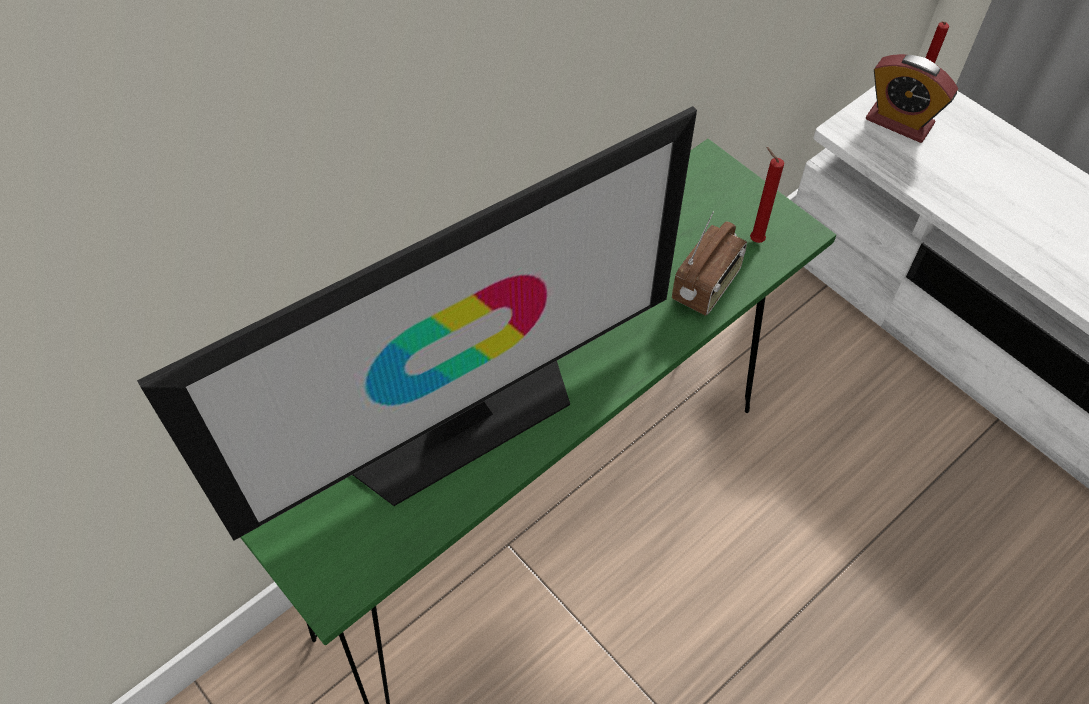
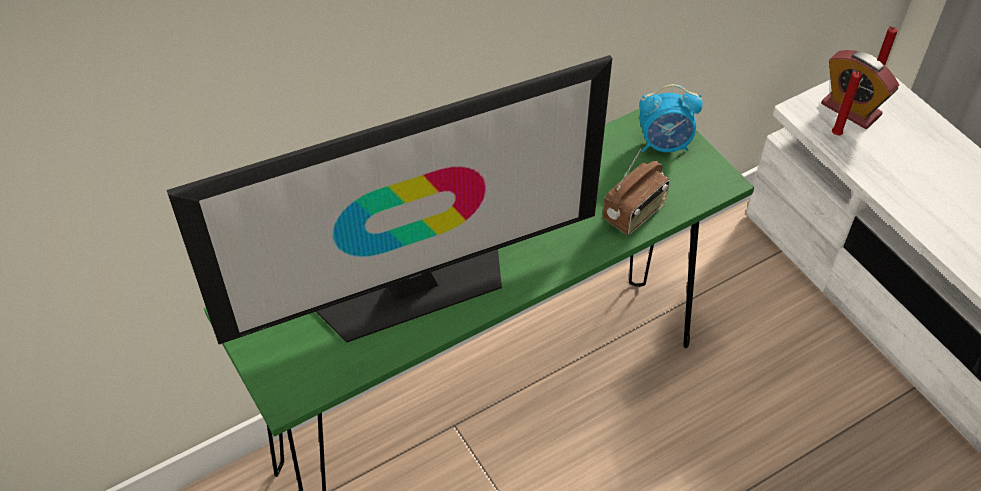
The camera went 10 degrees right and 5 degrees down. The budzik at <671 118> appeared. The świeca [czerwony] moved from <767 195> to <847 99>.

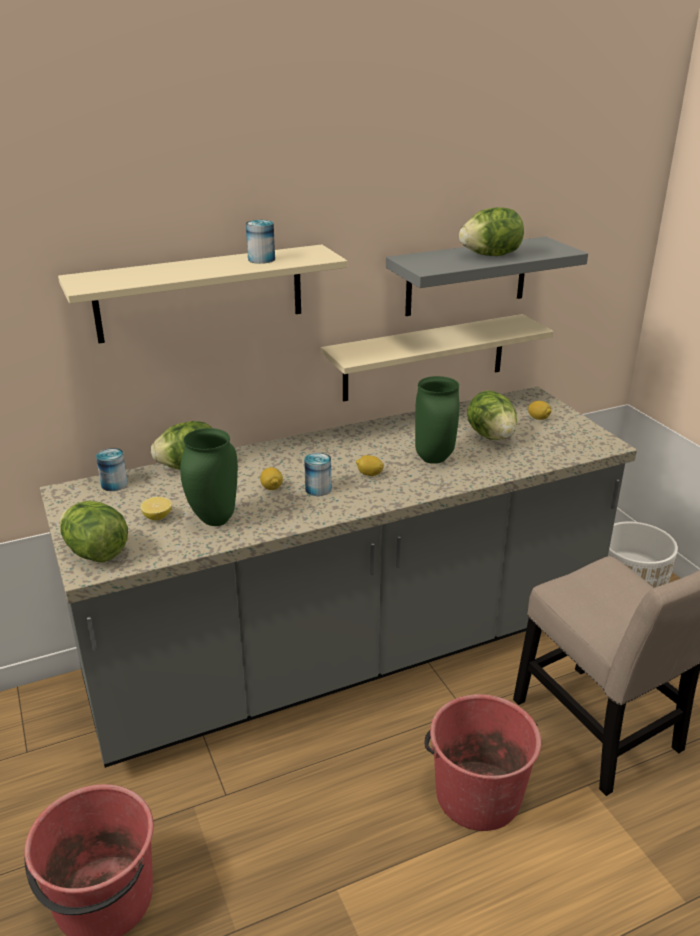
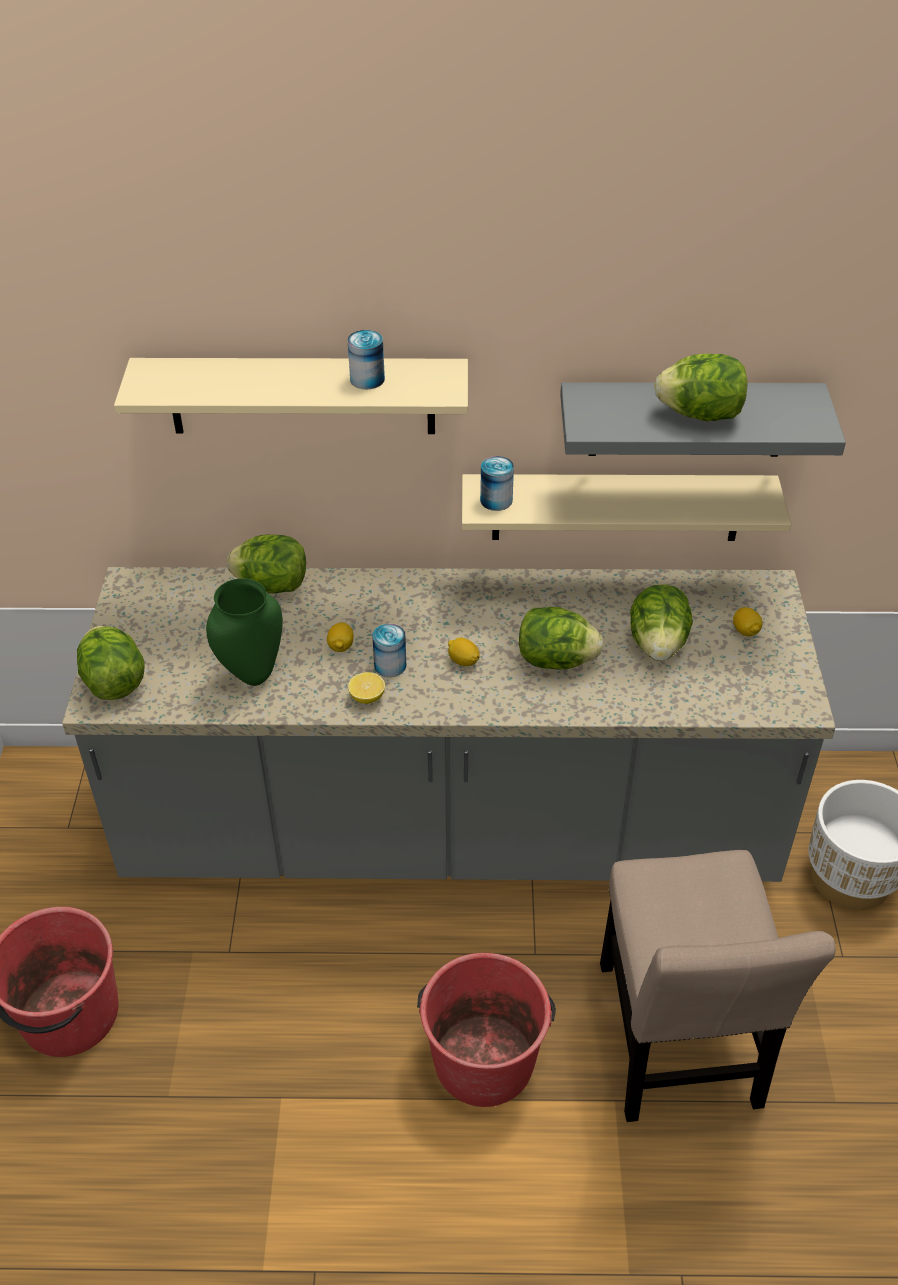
The camera went 25 degrees right and 15 degrees up. The cytryna moved from <156 508> to <366 688>. The puszka moved from <112 469> to <497 483>. The wazon [zielony] at <437 420> was replaced by the sałata at <561 638>.

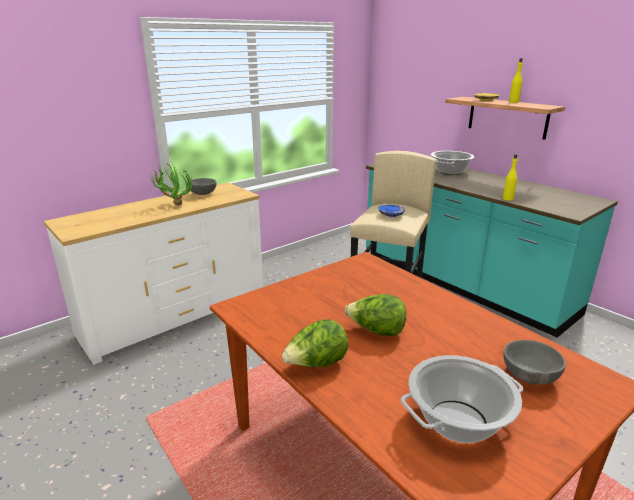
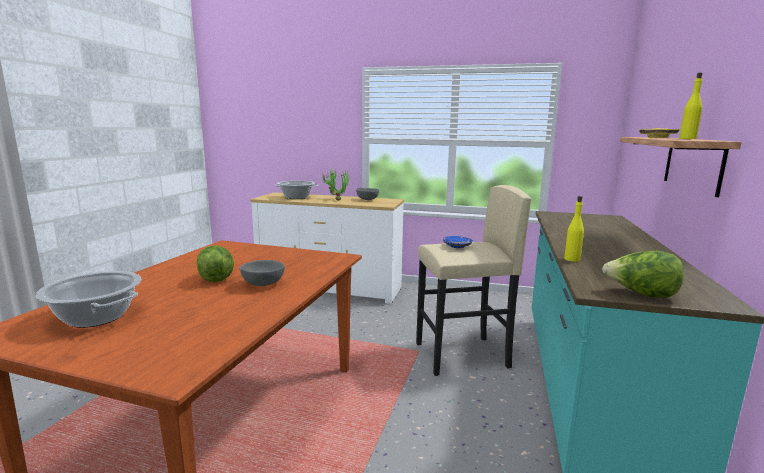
The camera went 55 degrees right and 10 degrees down. The miska [szary] moved from <535 362> to <262 273>. The garnek moved from <452 163> to <296 190>. The sałata moved from <315 343> to <643 274>.

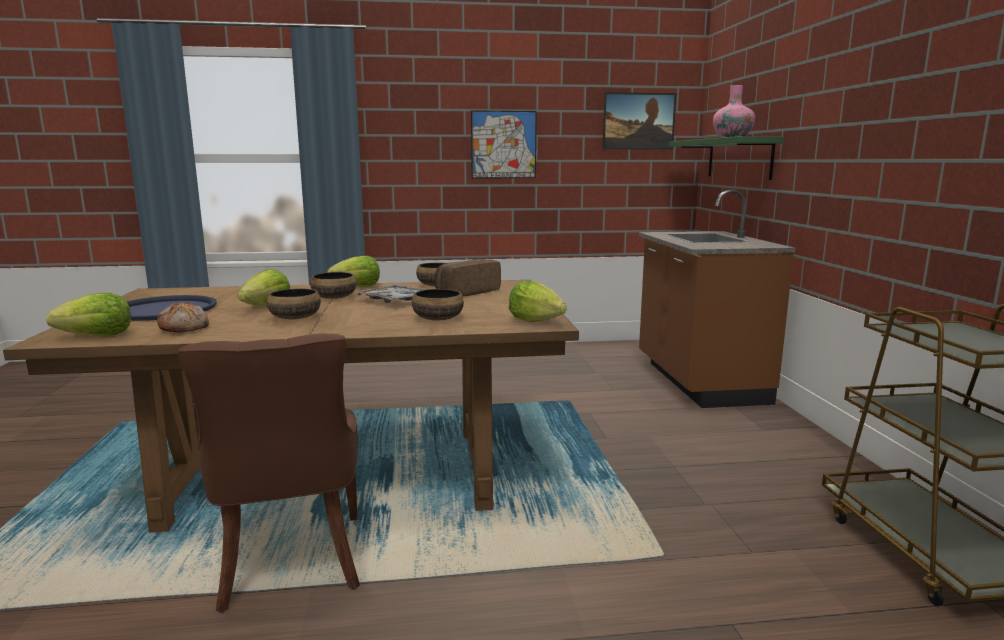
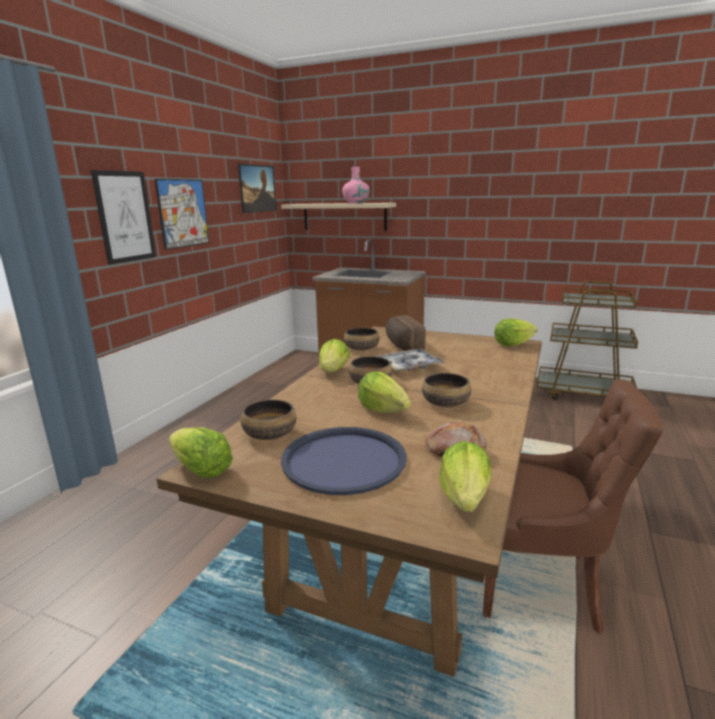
The camera went 60 degrees left and 5 degrees up. The obraz at <123 217> appeared. The sałata at <201 452> appeared. The miska moved from <438 304> to <269 419>. The półka [zielony] at <726 158> became the półka [beżowy] at <338 217>.

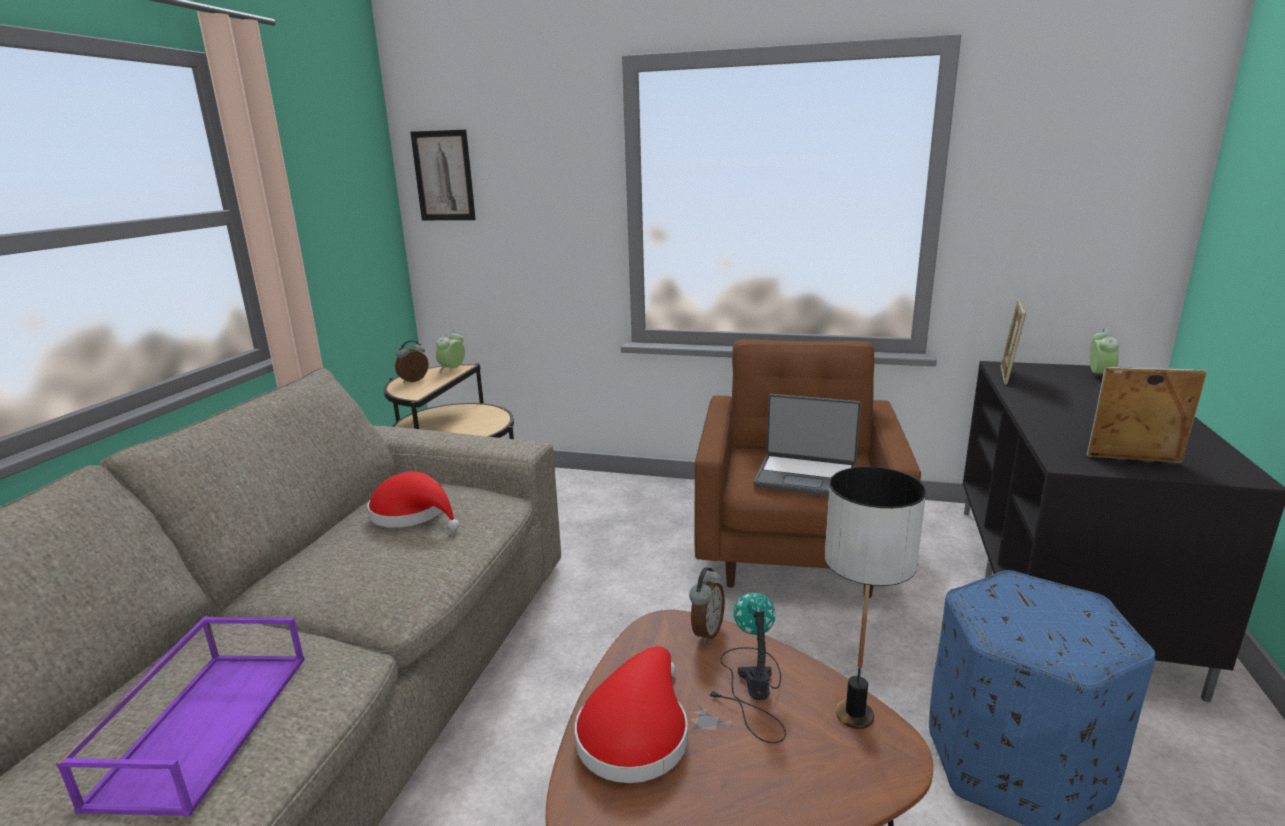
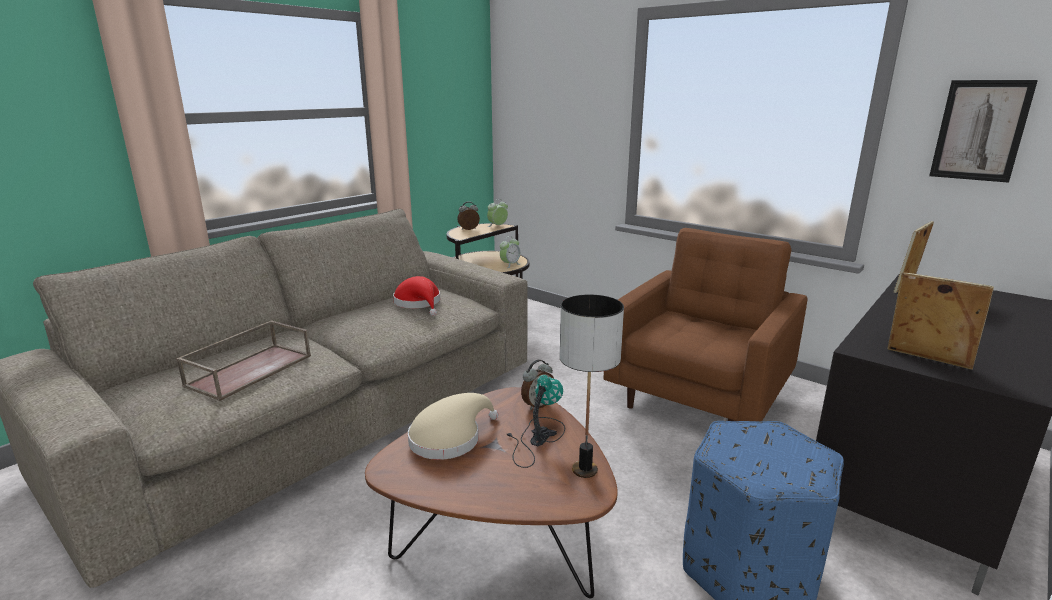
The camera went 25 degrees right and 0 degrees up. The taca [fioletowy] at <180 716> became the taca [brązowy] at <243 360>. The kapelusz [czerwony] at <631 714> became the kapelusz [beżowy] at <453 426>. The budzik moved from <1104 351> to <510 252>. The obraz moved from <443 175> to <983 131>. The laptop at <807 445> disappeared.

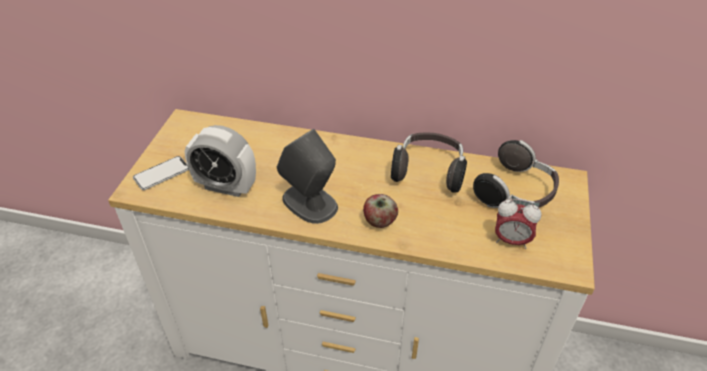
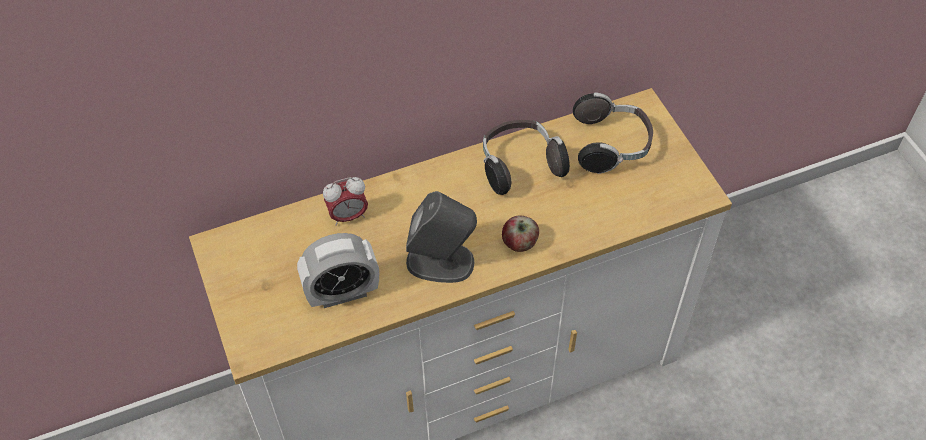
The camera went 35 degrees left and 10 degrees up. The budzik moved from <518 224> to <345 201>. The telefon at <161 173> disappeared.

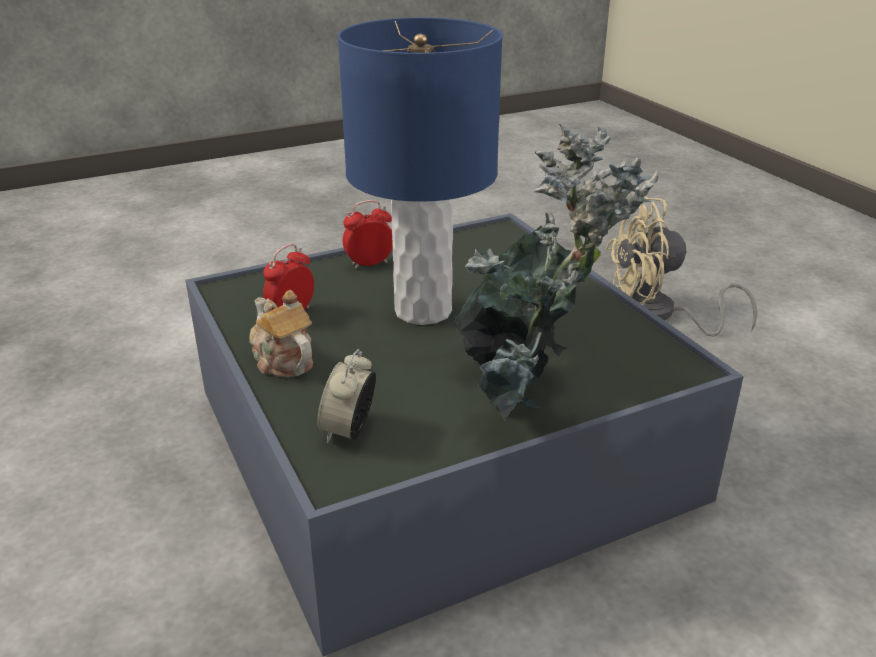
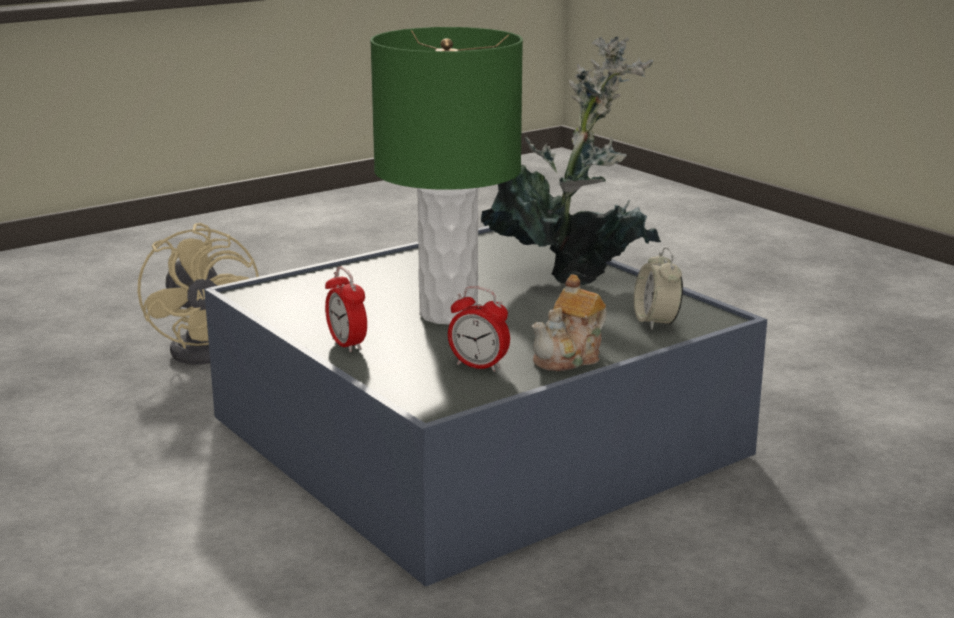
The camera went 100 degrees left and 10 degrees down. The lampa stołowa [niebieski] at <420 171> became the lampa stołowa [zielony] at <446 176>. The budzik at <346 396> turned 75 degrees clockwise.

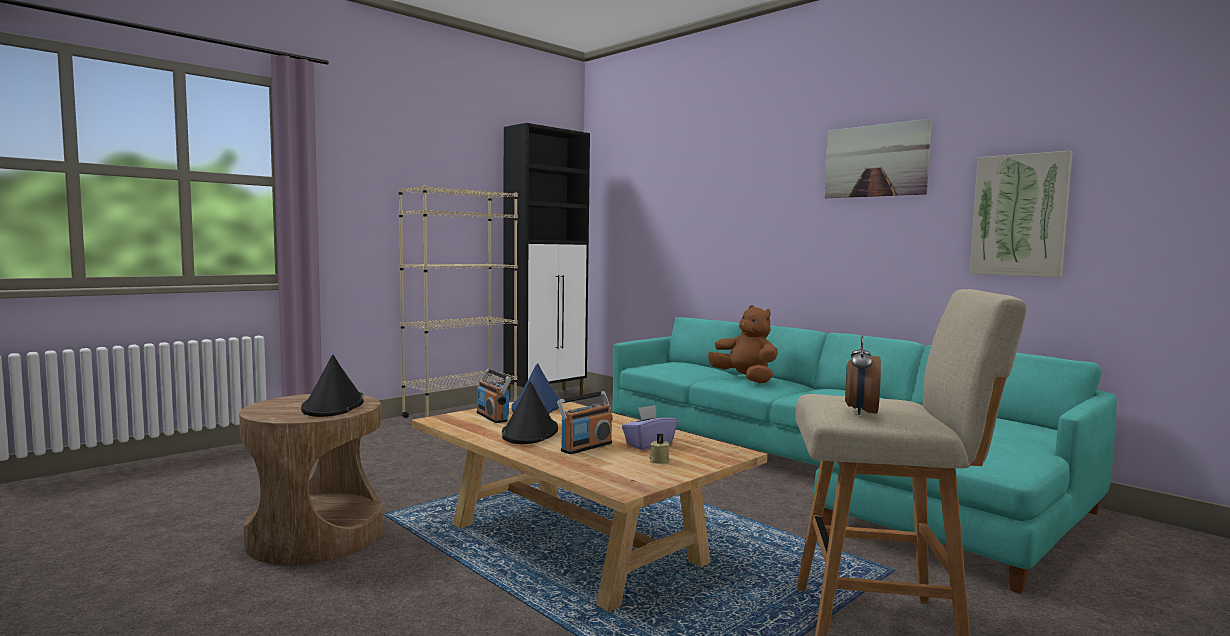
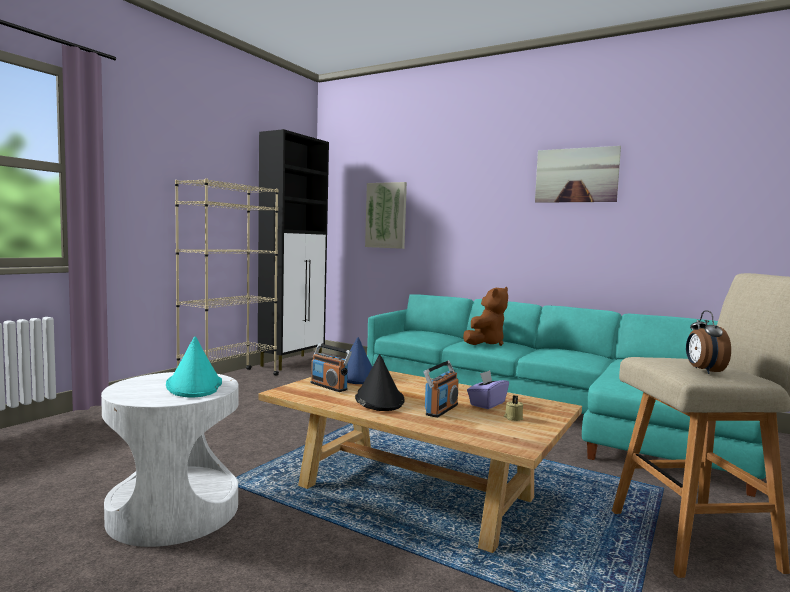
The camera went 15 degrees left and 0 degrees up. The stolik [brązowy] at <311 479> became the stolik [biały] at <170 459>. The kapelusz [czarny] at <332 386> became the kapelusz [turkusowy] at <194 367>. The obraz moved from <1021 214> to <386 215>. The pluszak [brązowy] at <743 344> turned 90 degrees clockwise.

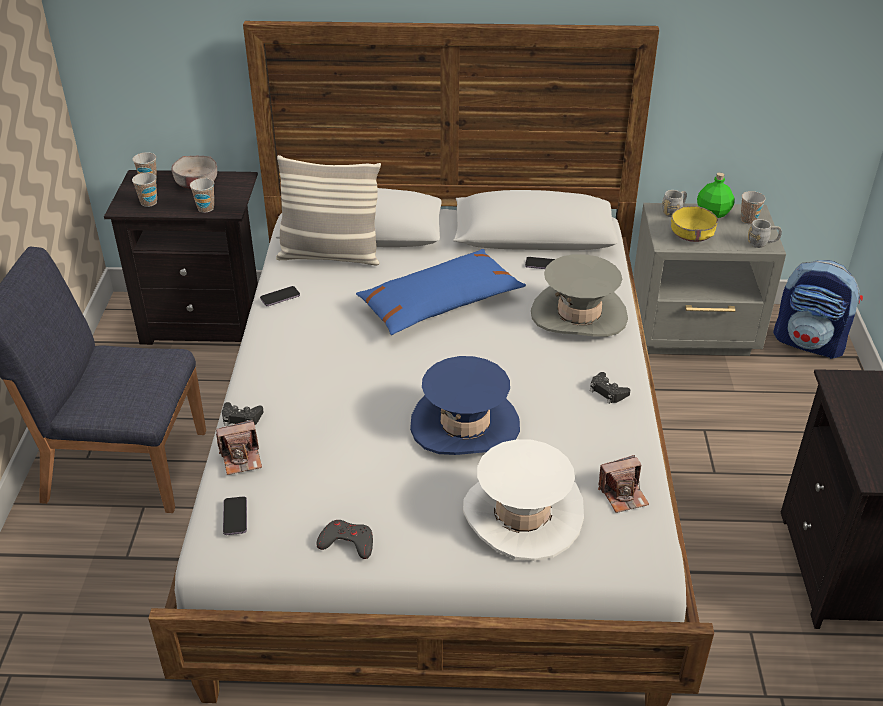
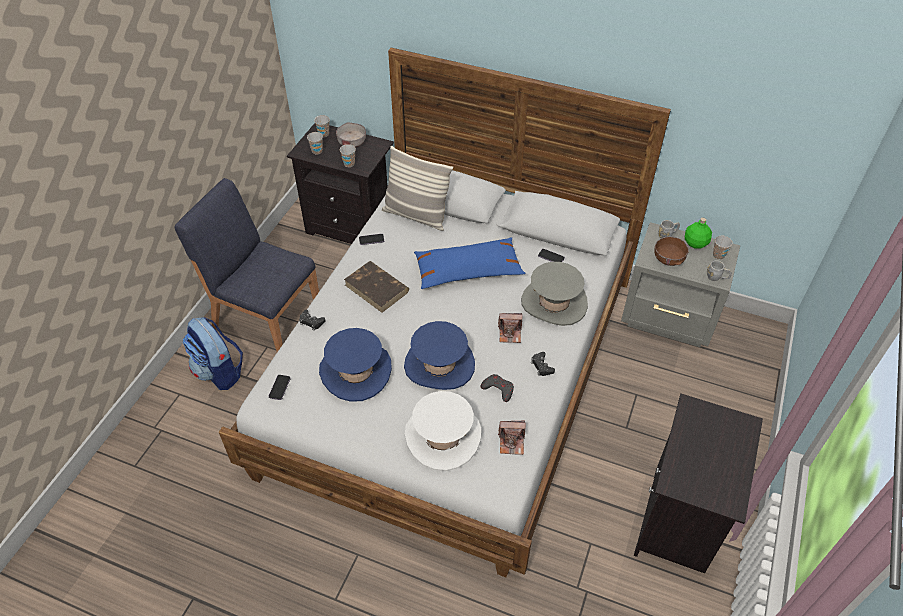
The camera went 20 degrees right and 10 degrees up. The plecak moved from <818 309> to <213 353>. The kapelusz [niebieski] at <355 365> appeared. The książka [brązowy] at <376 287> appeared. The pad do gier [szary] moved from <344 539> to <497 388>. The aparat fotograficzny moved from <239 447> to <510 328>. The miska [żółty] at <694 224> became the miska [brązowy] at <671 251>.

